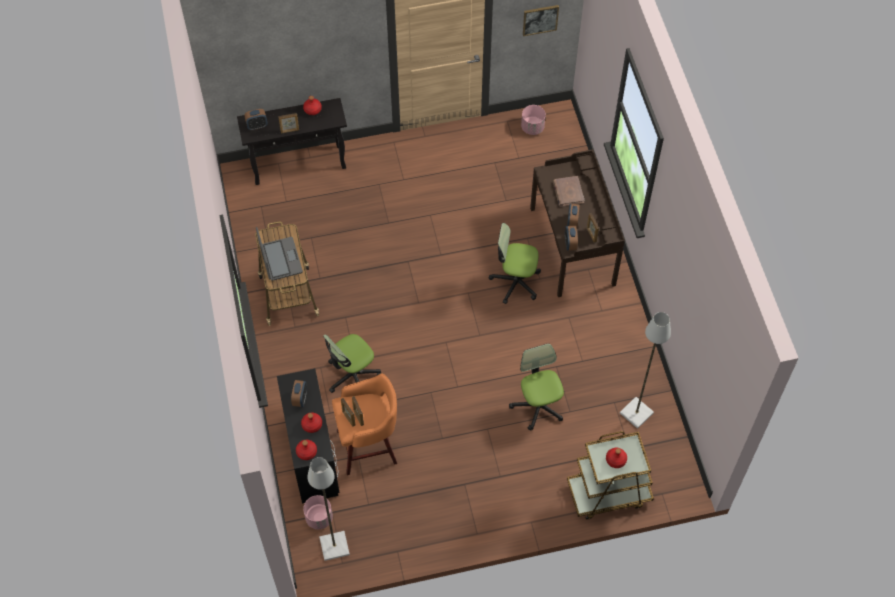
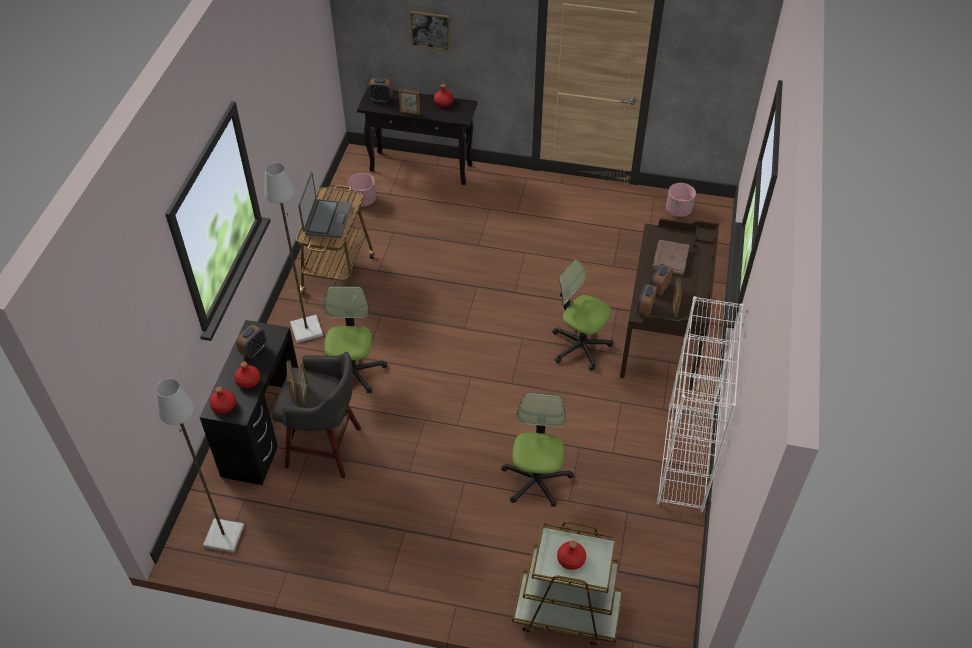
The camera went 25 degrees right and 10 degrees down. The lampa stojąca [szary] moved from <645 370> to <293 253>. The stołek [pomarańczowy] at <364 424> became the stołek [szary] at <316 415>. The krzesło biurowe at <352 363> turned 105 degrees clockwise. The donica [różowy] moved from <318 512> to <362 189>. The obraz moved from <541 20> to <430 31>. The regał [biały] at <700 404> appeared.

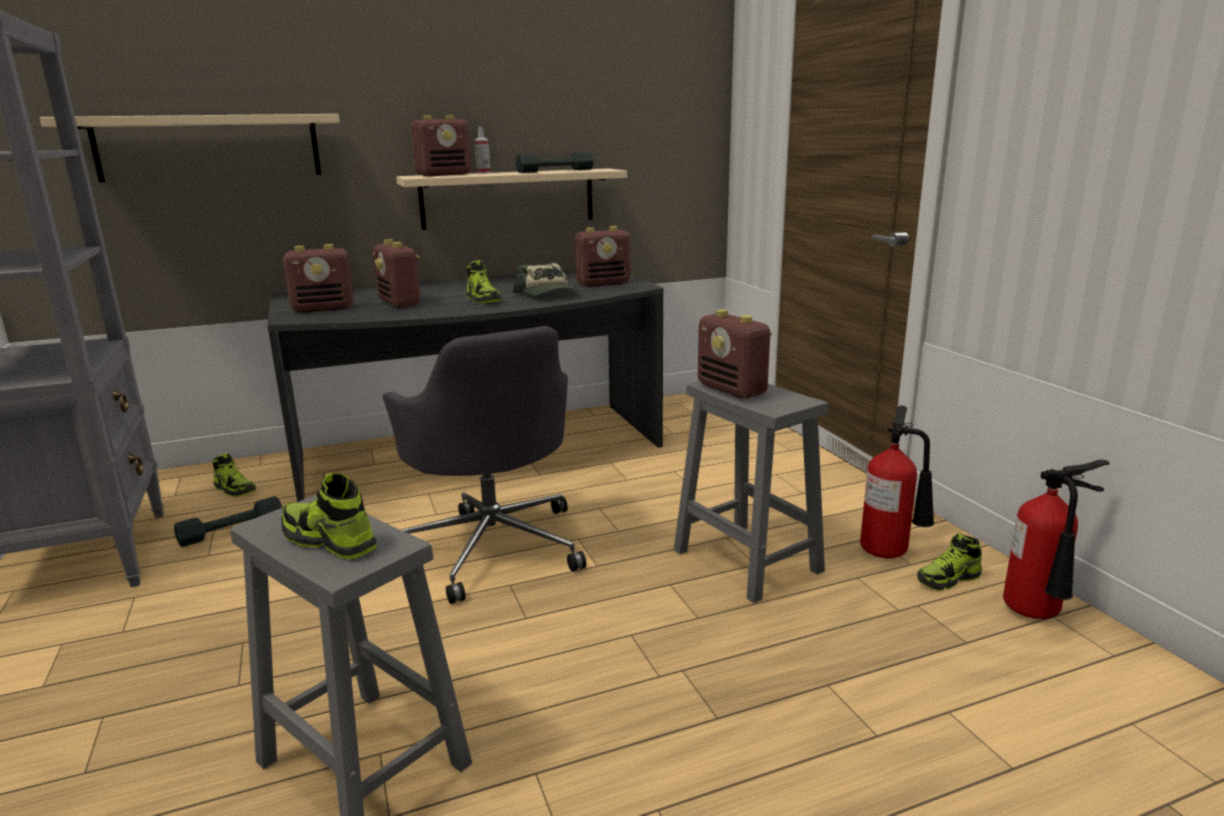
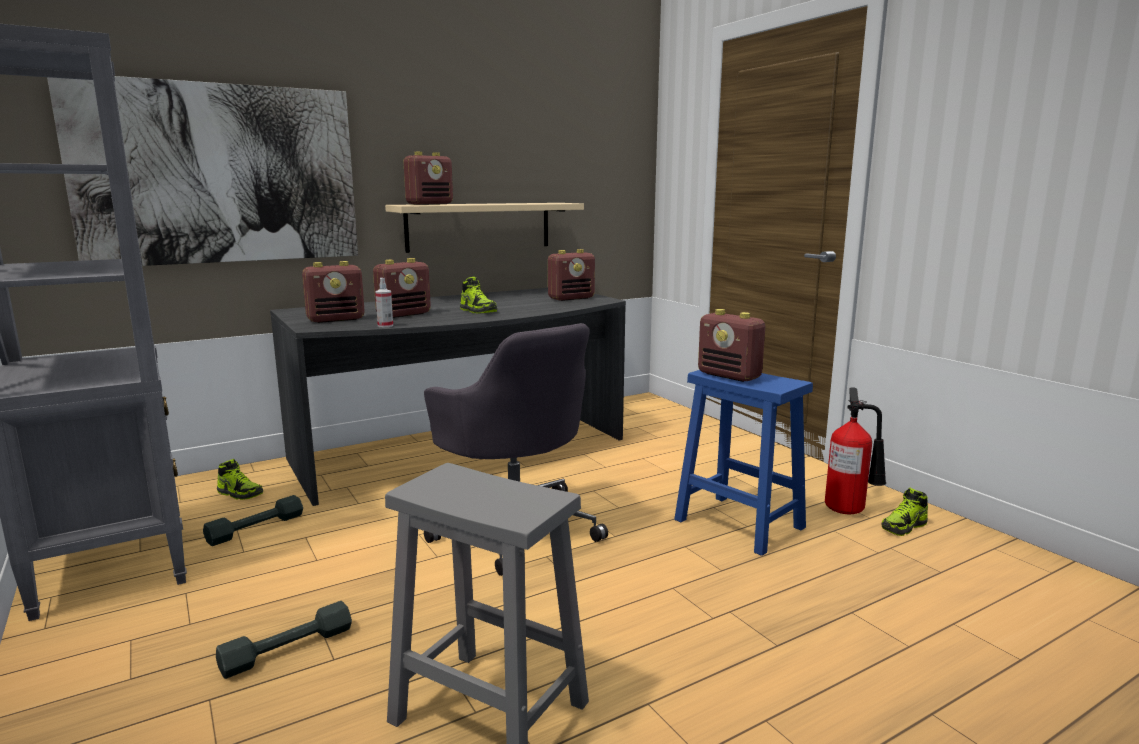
The camera went 10 degrees left and 5 degrees down. The półka [beżowy] at <189 148> was replaced by the obraz at <202 171>. The hantel [szary] moved from <554 162> to <284 640>. The radio at <396 273> turned 90 degrees counterclockwise. The spryskiwacz moved from <482 150> to <384 302>. The stołek [szary] at <751 492> became the stołek [niebieski] at <743 463>. The but at <329 516> disappeared. The czapka z daszkiem at <547 279> disappeared. The gaśnica at <1056 539> disappeared.

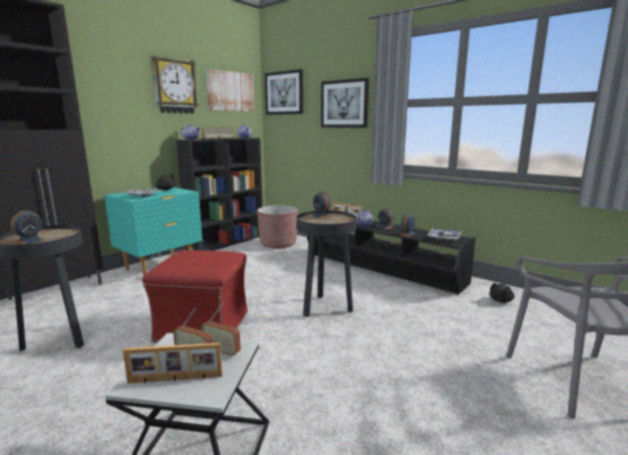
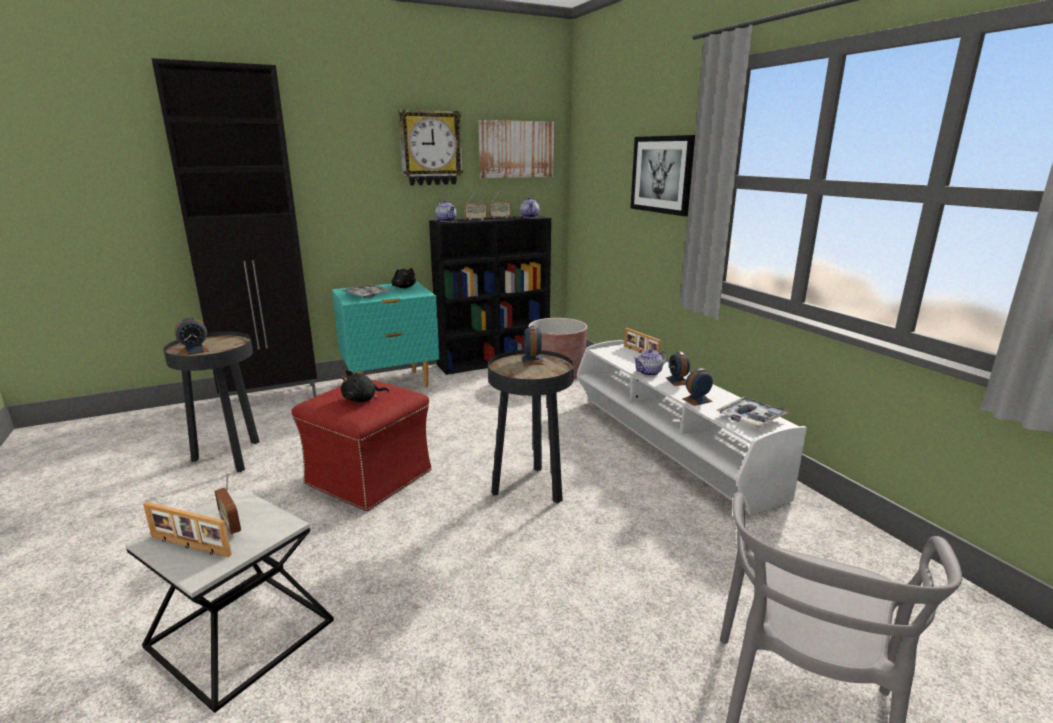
The camera went 25 degrees right and 5 degrees up. The pluszak [czarny] moved from <502 292> to <365 386>. The szafka pod telewizor [czarny] at <391 258> became the szafka pod telewizor [biały] at <692 427>. The radio at <220 331> disappeared. The obraz at <284 92> disappeared.

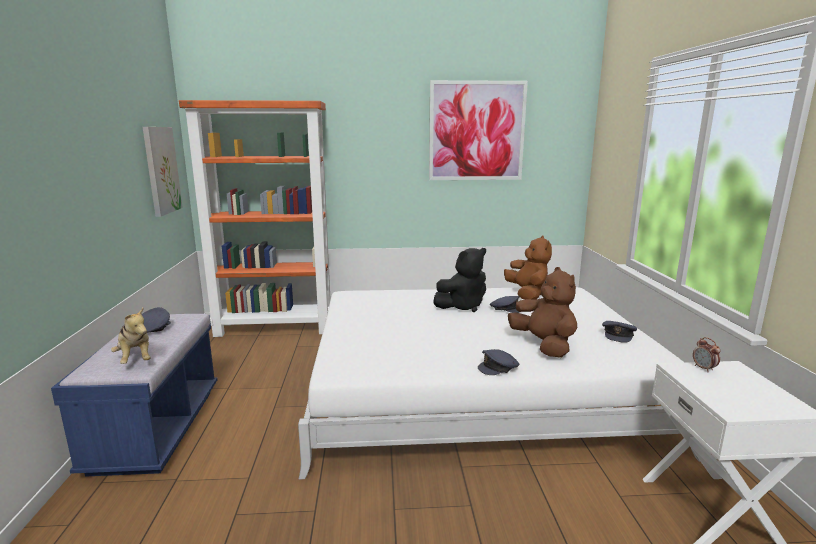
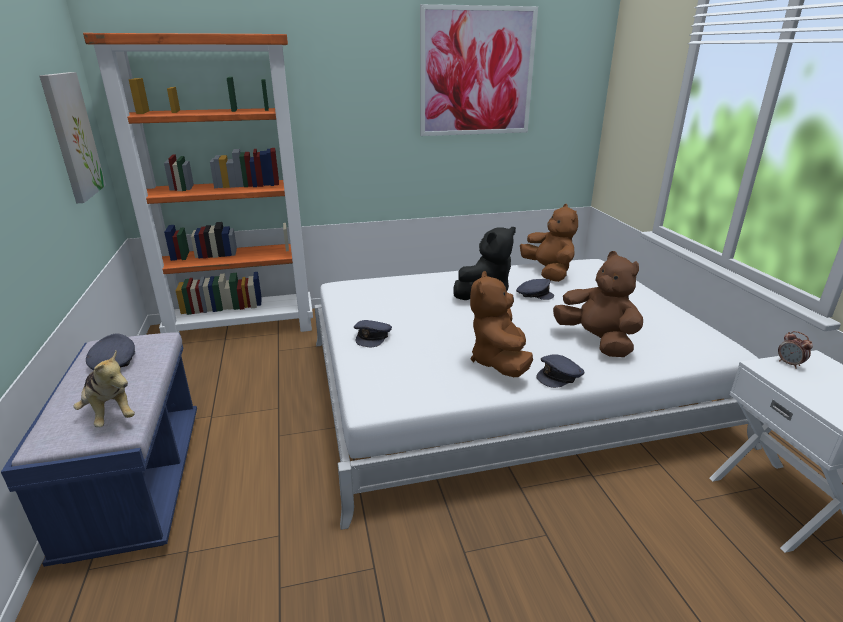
The camera went 10 degrees left and 10 degrees up. The czapka z daszkiem [szary] moved from <619 332> to <373 333>. The pluszak [brązowy] at <501 324> appeared.

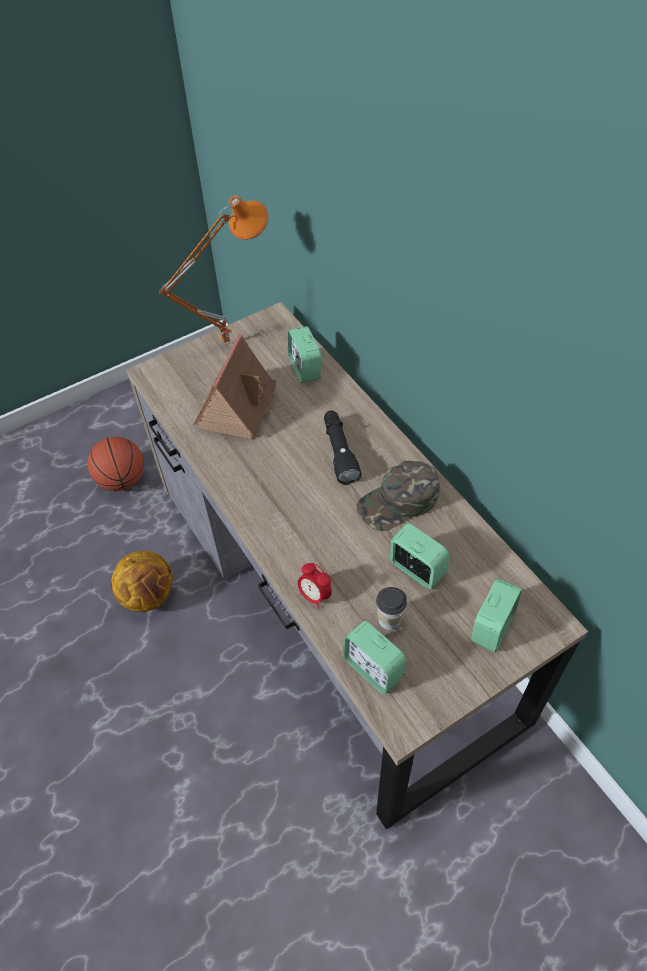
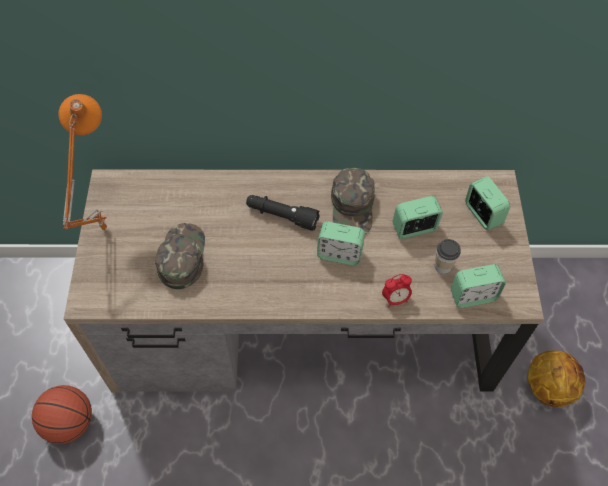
The camera went 60 degrees left and 5 degrees up. The domek at <235 386> was replaced by the czapka z daszkiem [zielony] at <180 256>. The budzik moved from <304 355> to <341 243>. The piłka do koszykówki moved from <142 581> to <556 378>.

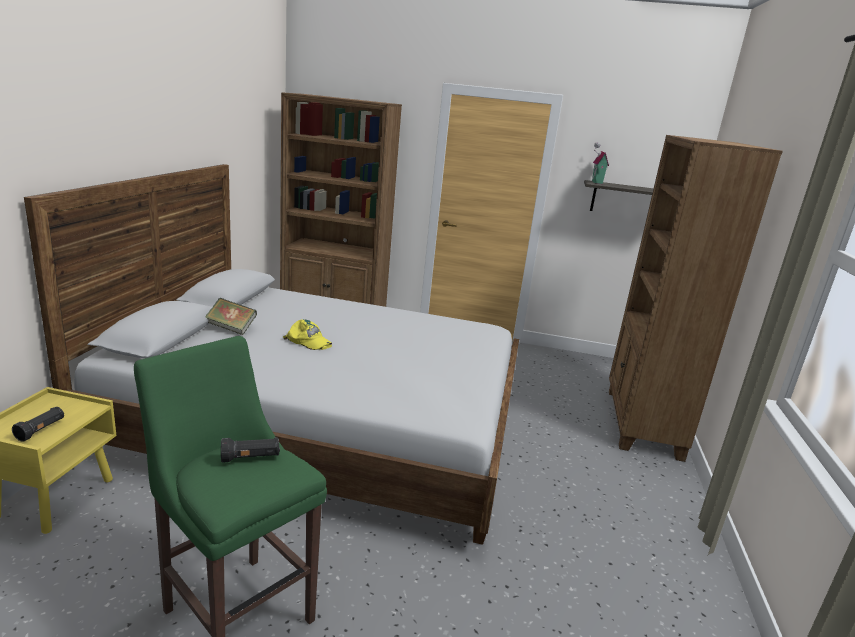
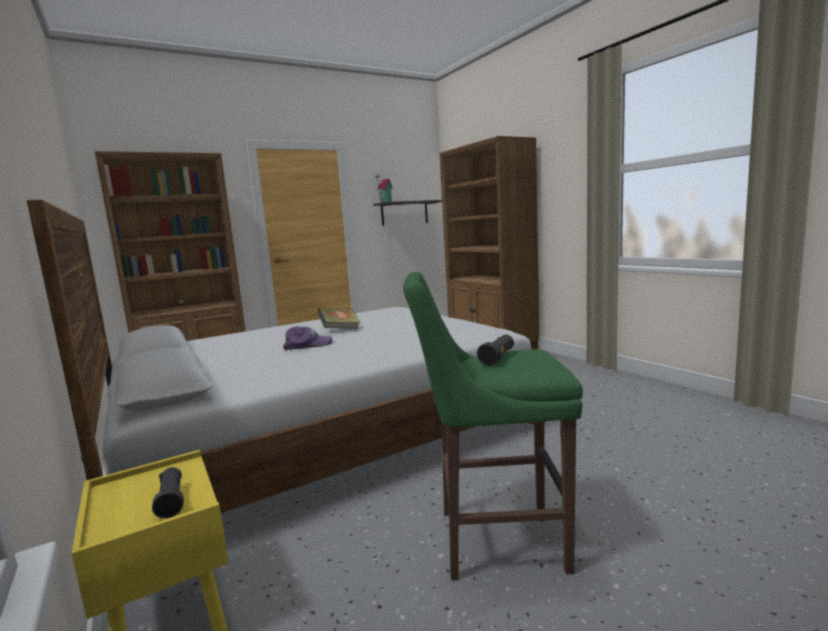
The camera went 40 degrees left and 10 degrees down. The czapka z daszkiem [żółty] at <307 334> became the czapka z daszkiem [fioletowy] at <308 338>. The książka moved from <231 316> to <339 318>.

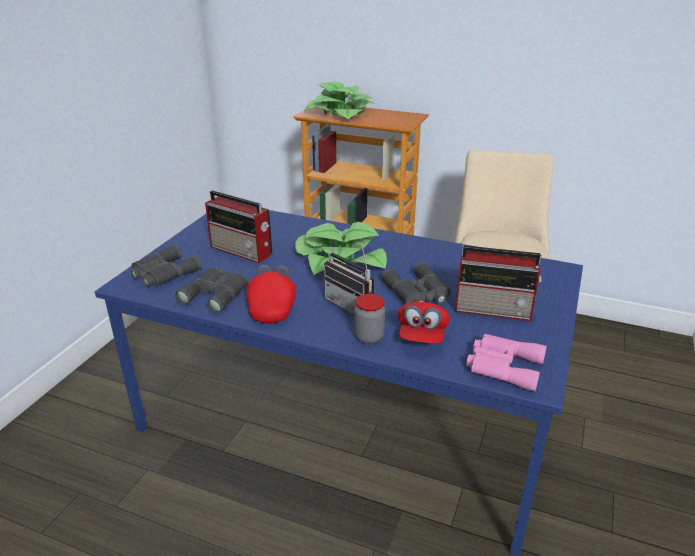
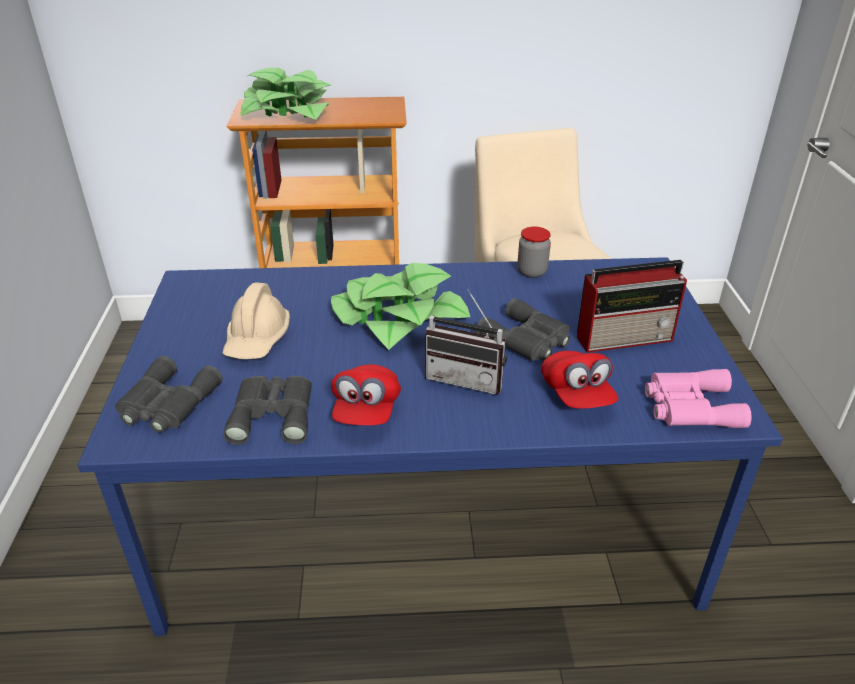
The camera went 25 degrees left and 5 degrees up. The radio at <238 226> was replaced by the kask [beżowy] at <256 320>. The czapka z daszkiem [czerwony] at <271 294> turned 150 degrees counterclockwise. The słoik moved from <369 319> to <534 252>.

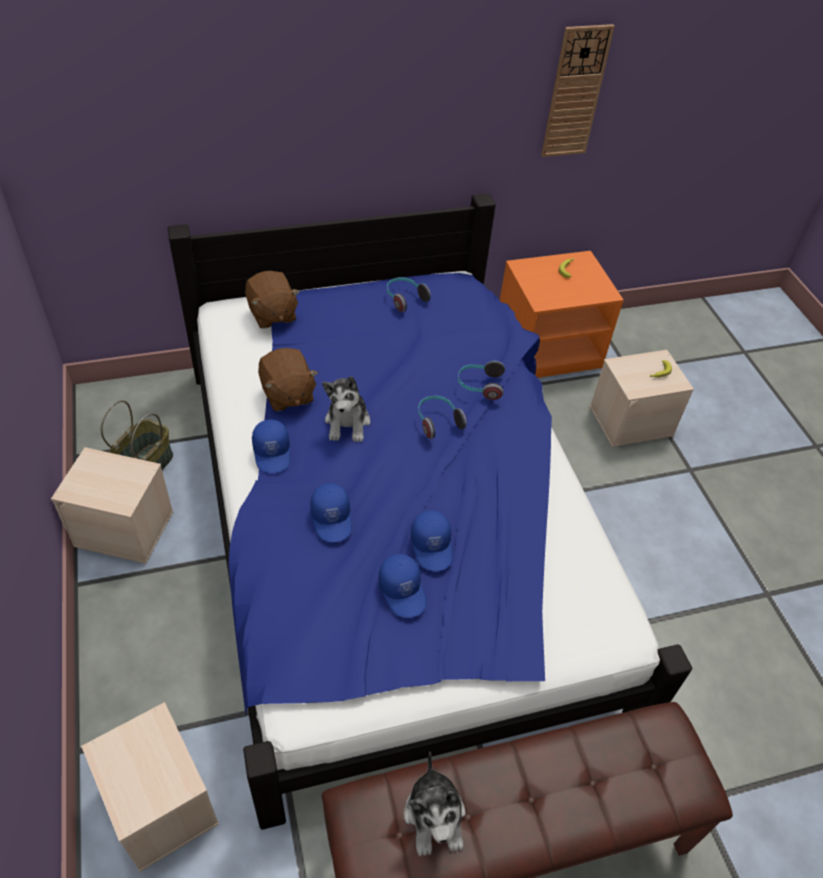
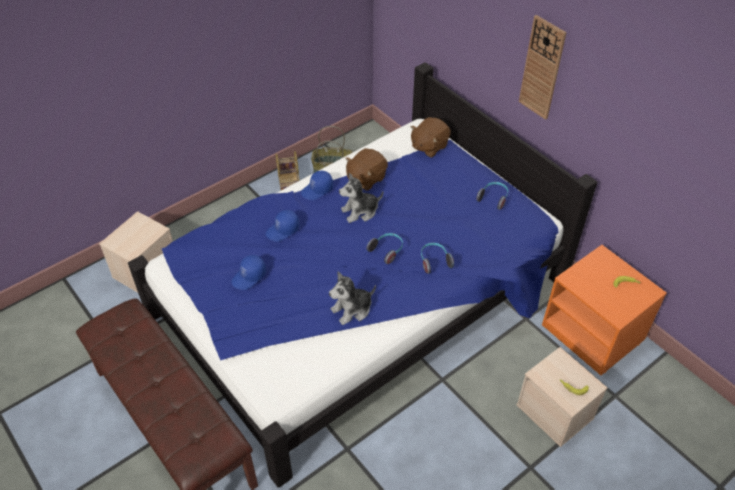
The camera went 70 degrees right and 0 degrees up. The pojemnik do przechowywania [beżowy] at <112 505> was replaced by the koszyk at <288 170>. The pluszak moved from <435 804> to <352 298>. The zegar ścienny moved from <578 90> to <543 67>. The czapka z daszkiem [niebieski] at <432 540> disappeared.

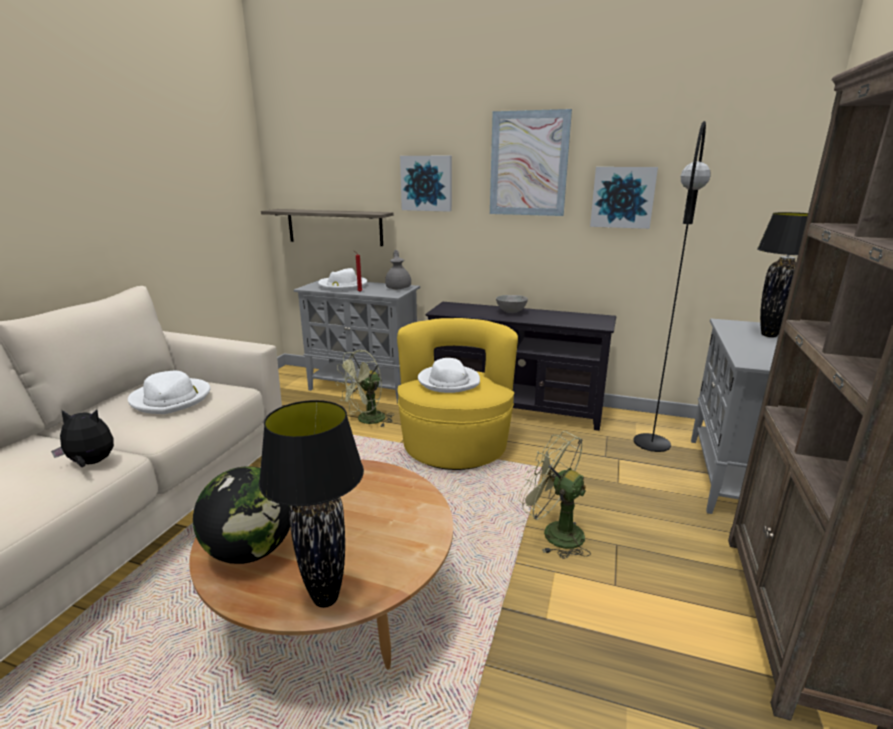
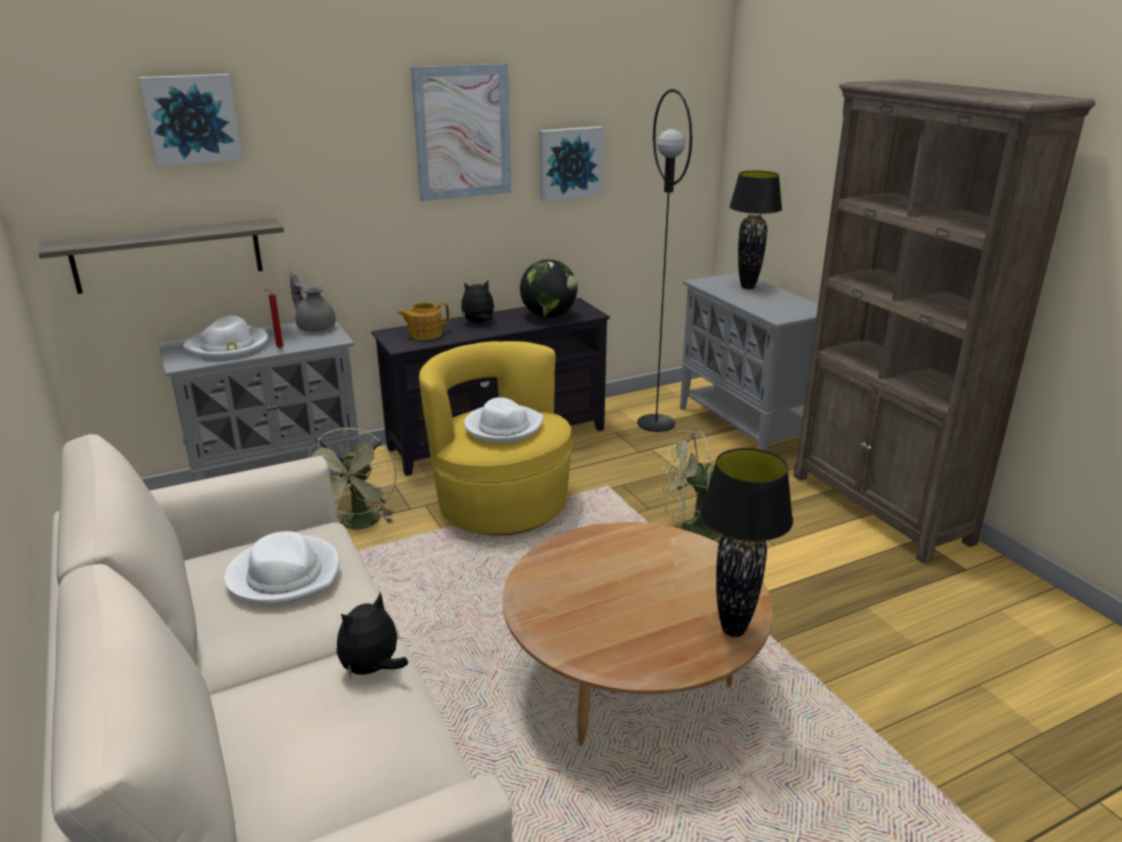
The camera went 45 degrees left and 5 degrees up. The obraz moved from <426 184> to <191 120>. The imbryk at <423 321> appeared. The miska [szary] at <512 304> was replaced by the pluszak at <477 301>. The globus moved from <241 515> to <549 288>.

